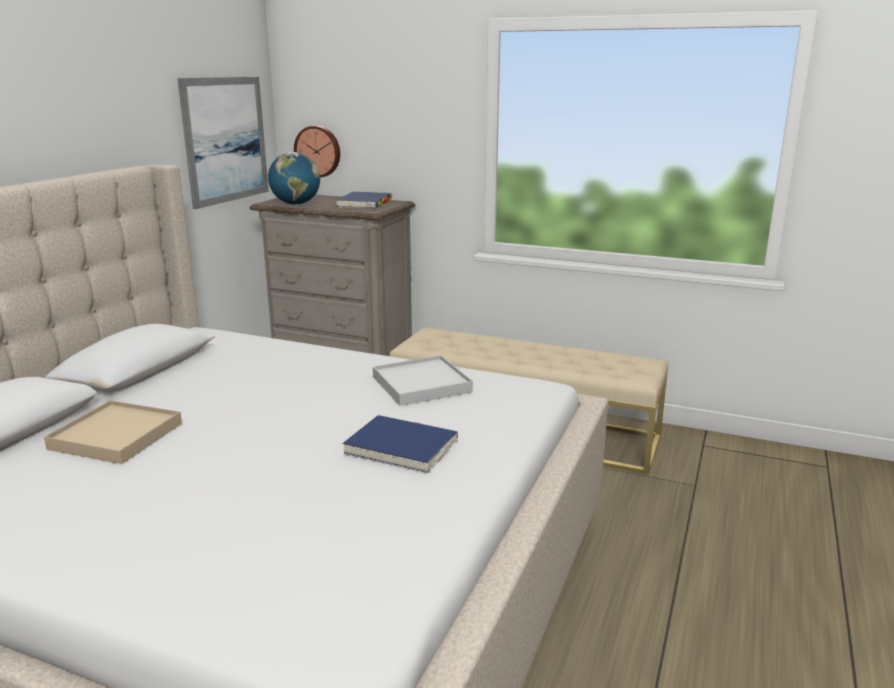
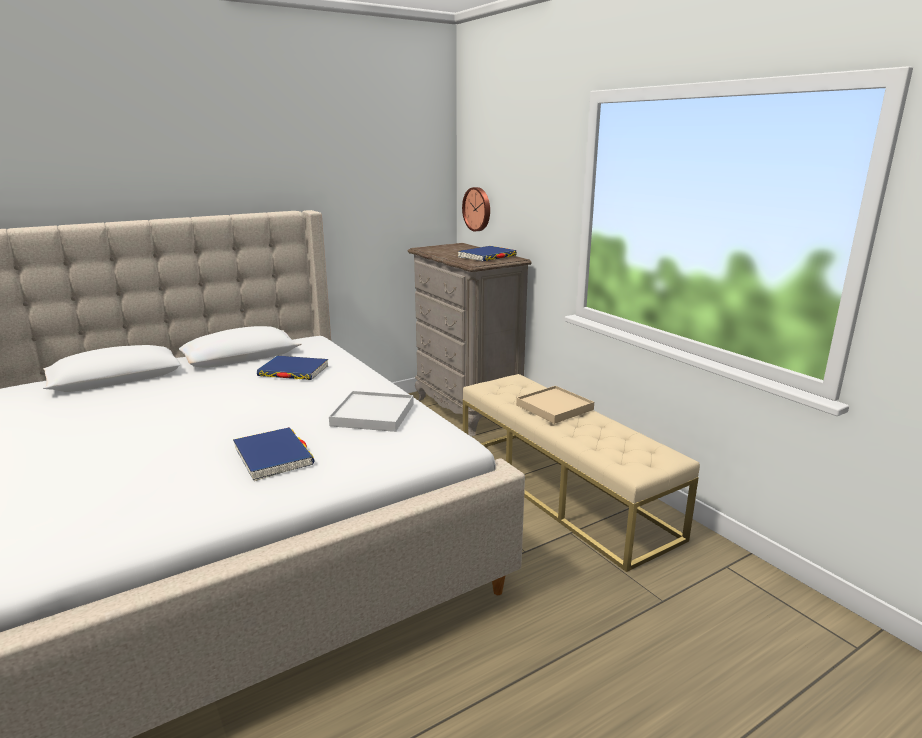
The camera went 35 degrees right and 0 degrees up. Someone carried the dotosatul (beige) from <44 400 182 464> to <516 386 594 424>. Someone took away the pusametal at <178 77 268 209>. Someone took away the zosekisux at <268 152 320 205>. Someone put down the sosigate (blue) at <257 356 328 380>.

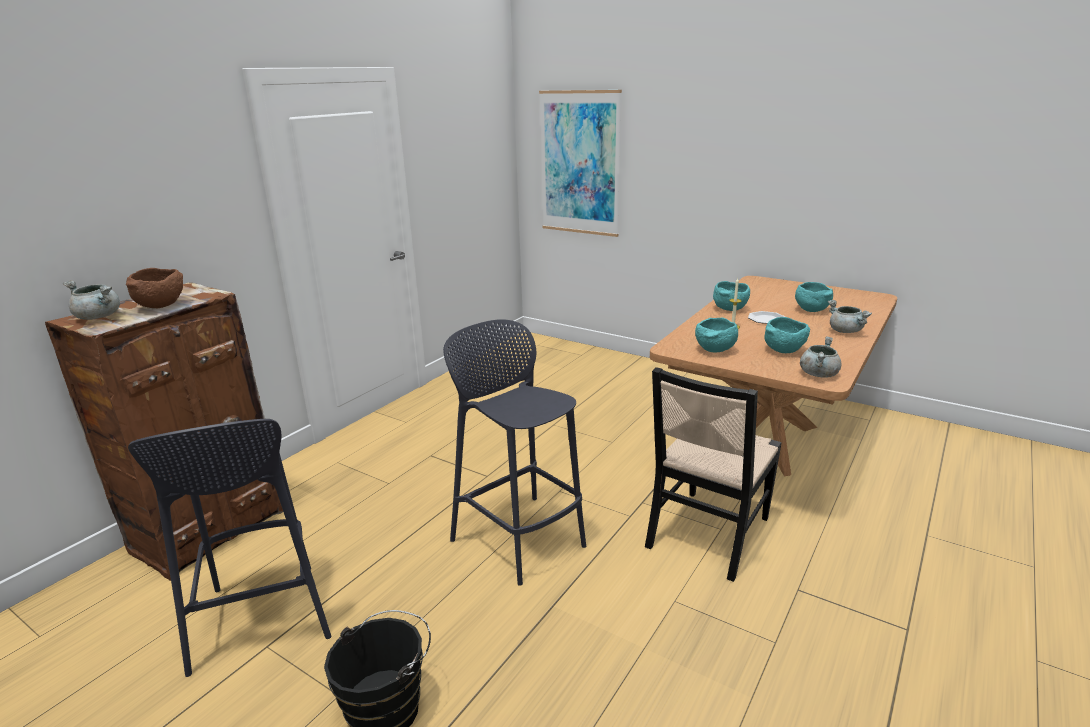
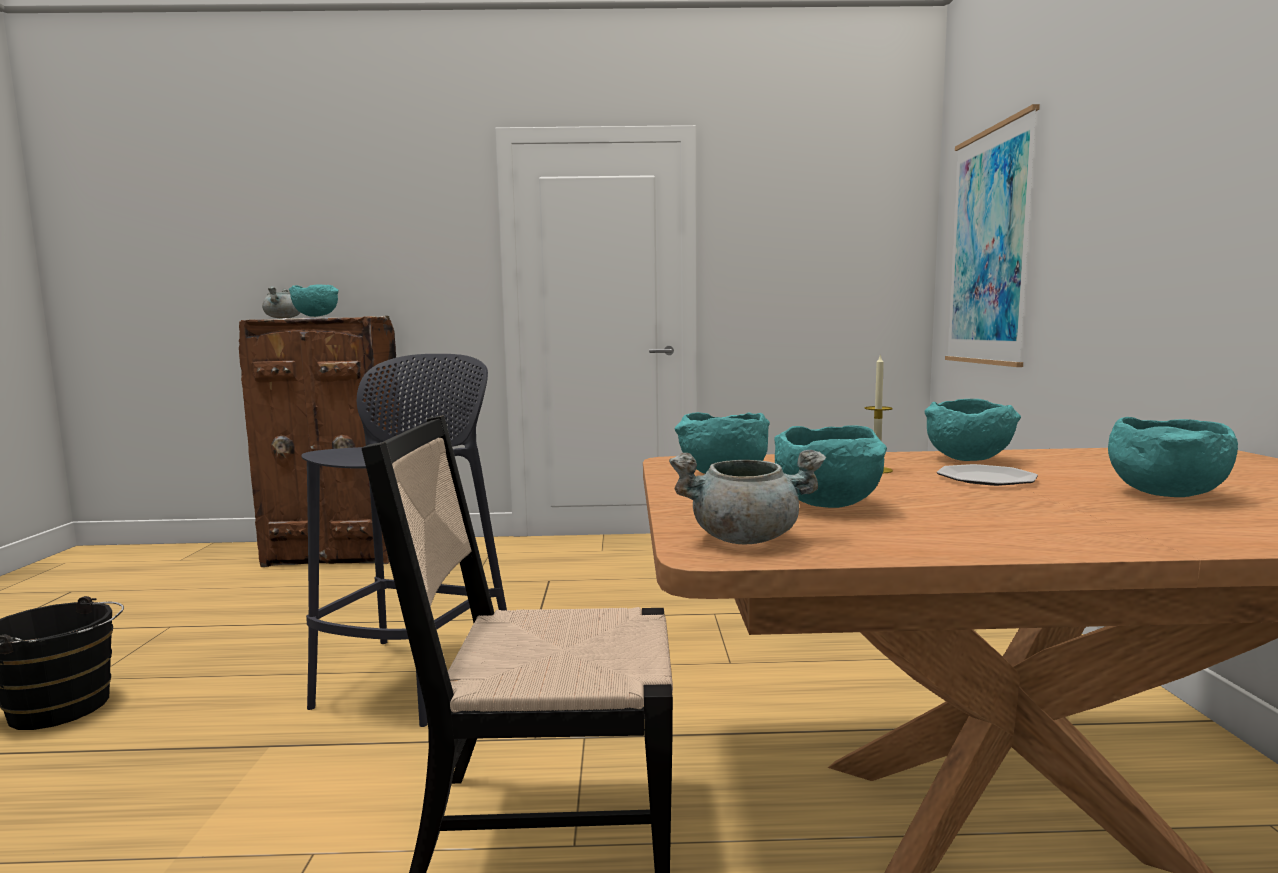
The camera went 55 degrees right and 15 degrees down. Someone repainted the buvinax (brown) at <126 268 183 308>, which became the buvinax (turquoise) at <289 285 339 317>. Someone took away the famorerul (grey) at <128 419 331 677>. Someone took away the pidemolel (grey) at <828 300 872 333>.

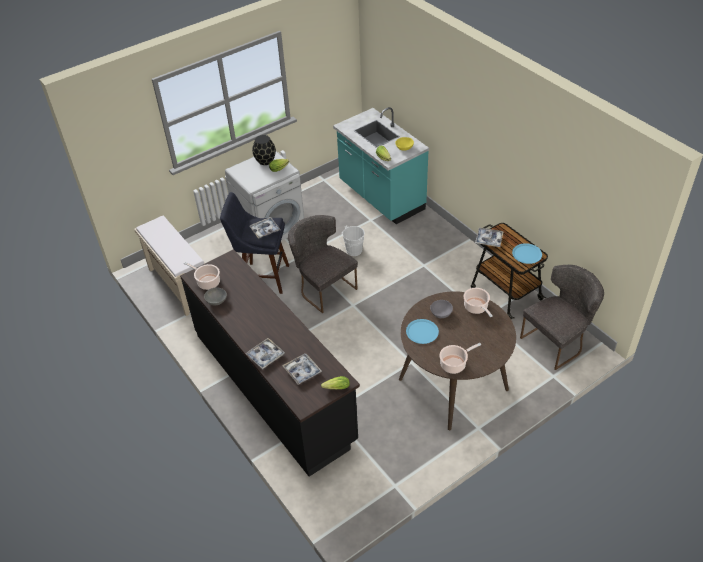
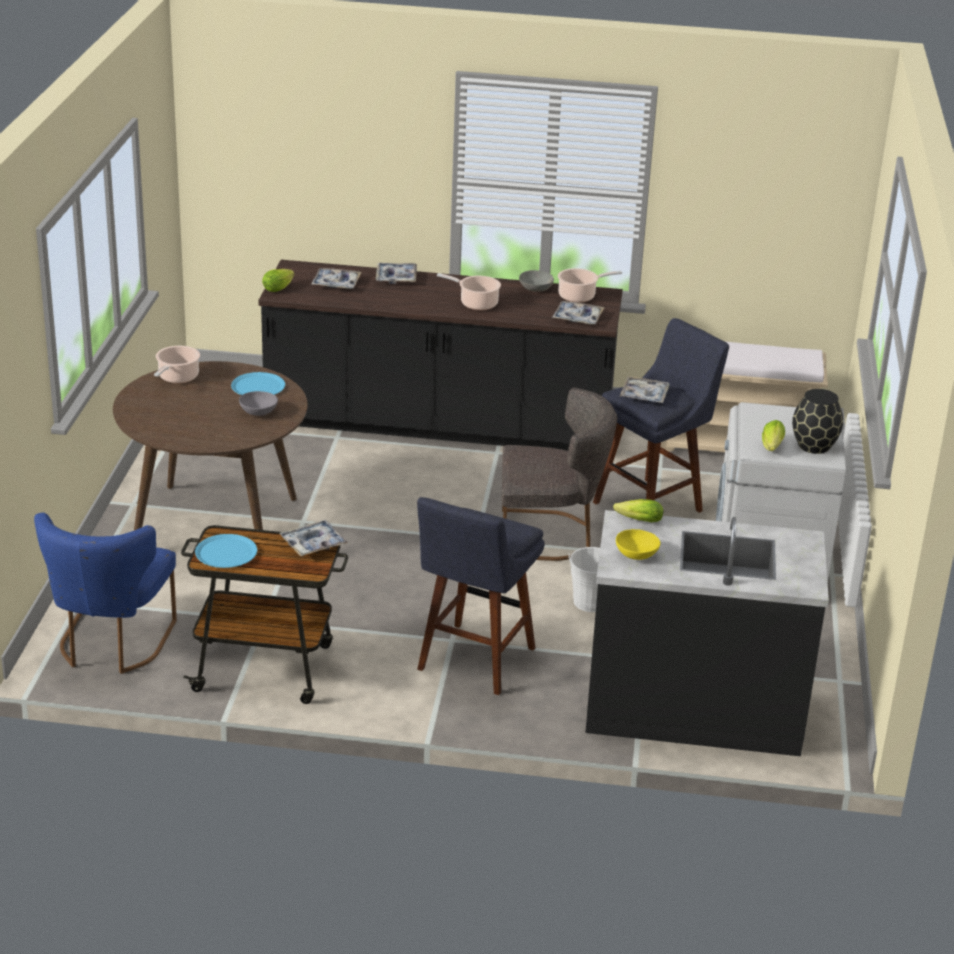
The camera went 130 degrees right and 15 degrees down. Someone repainted the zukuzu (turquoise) at <333 107 429 224>, which became the zukuzu (black) at <585 510 829 756>. Someone carried the pidemolel from <464 288 493 317> to <437 273 501 310>. Someone repainted the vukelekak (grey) at <520 265 604 370>, which became the vukelekak (blue) at <34 513 177 674>. Someone put down the famorerul (blue) at <417 497 545 695>. Someone put down the dotosatul at <552 301 604 324>.

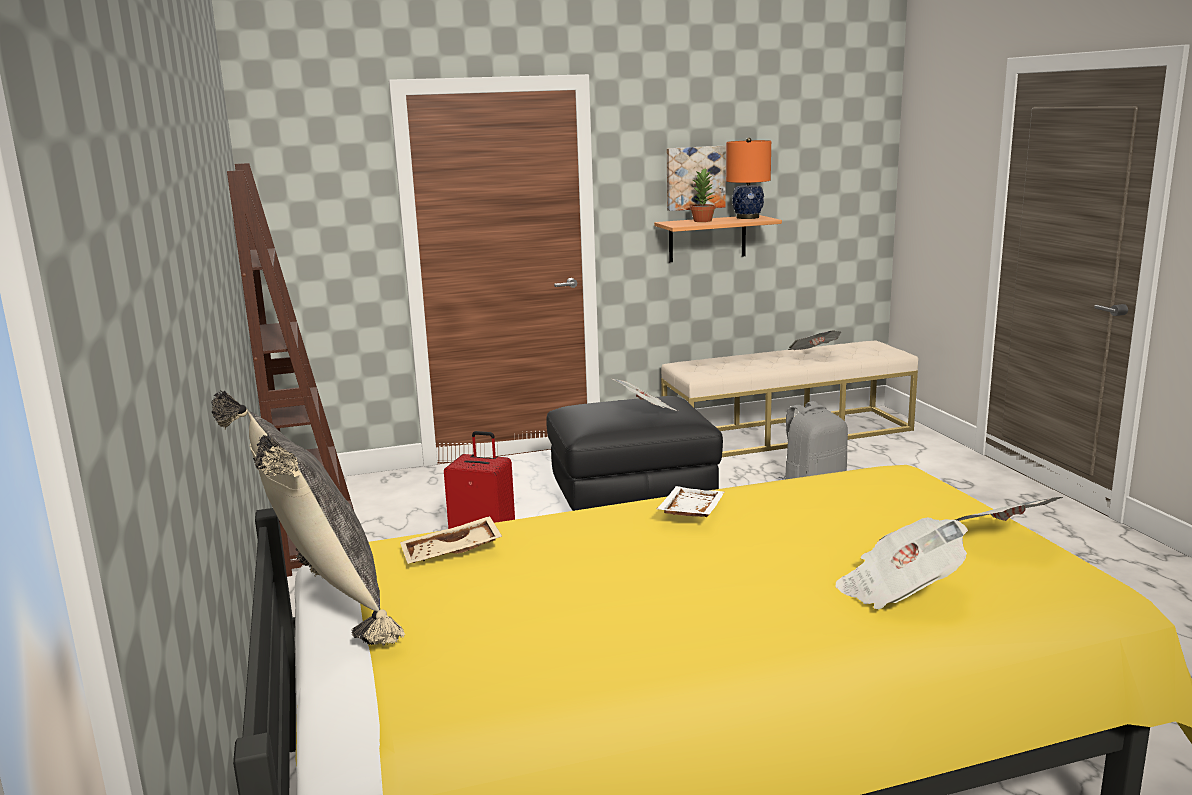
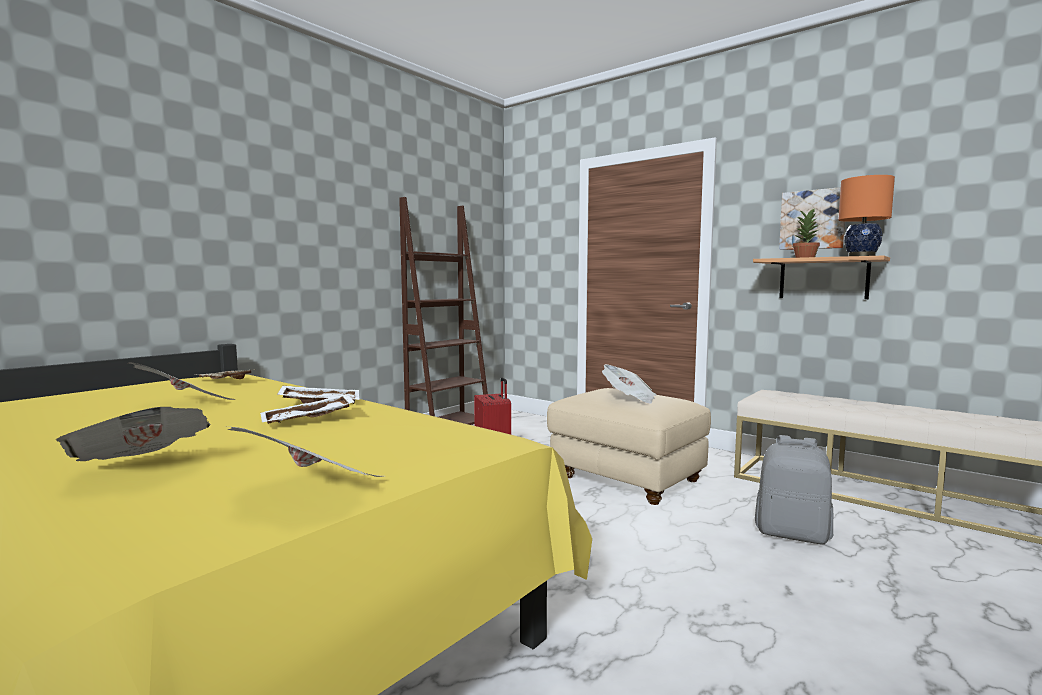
The camera went 55 degrees right and 10 degrees down. Someone took away the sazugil at <212 391 405 646>. Someone repainted the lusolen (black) at <546 396 723 511>, which became the lusolen (beige) at <547 388 711 505>. Someone carried the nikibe from <788 331 842 350> to <129 363 236 400>. Someone put down the dotosatul (white) at <260 394 355 424>.

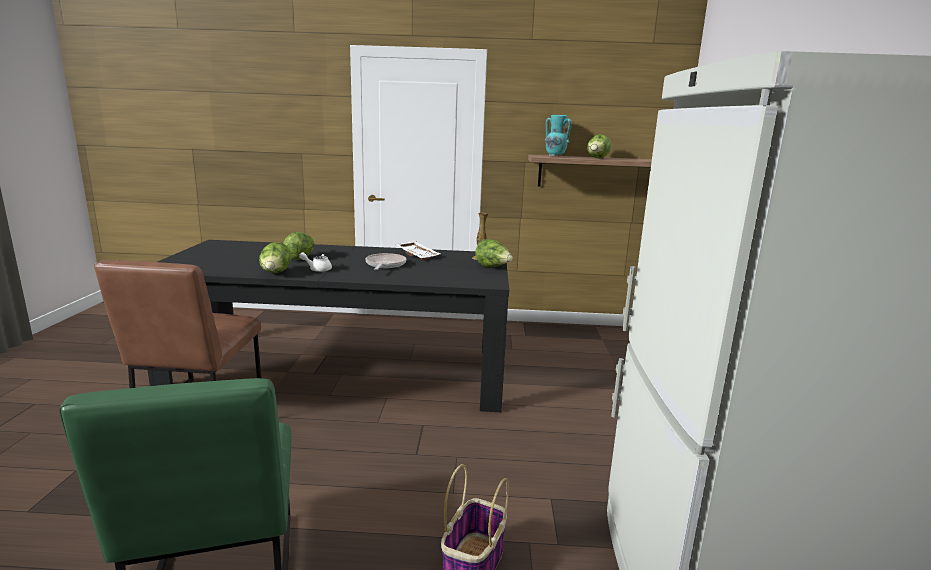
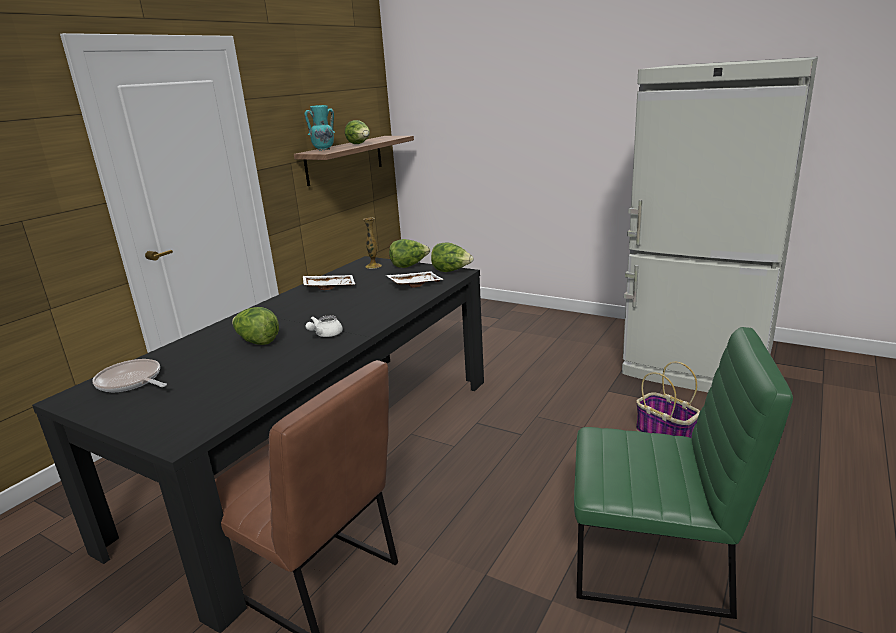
The camera went 60 degrees left and 5 degrees up. Someone carried the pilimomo from <259 242 291 273> to <431 242 473 272>. Someone carried the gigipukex from <365 253 406 270> to <92 359 167 392>. Someone put down the dotosatul (white) at <386 271 444 288>.

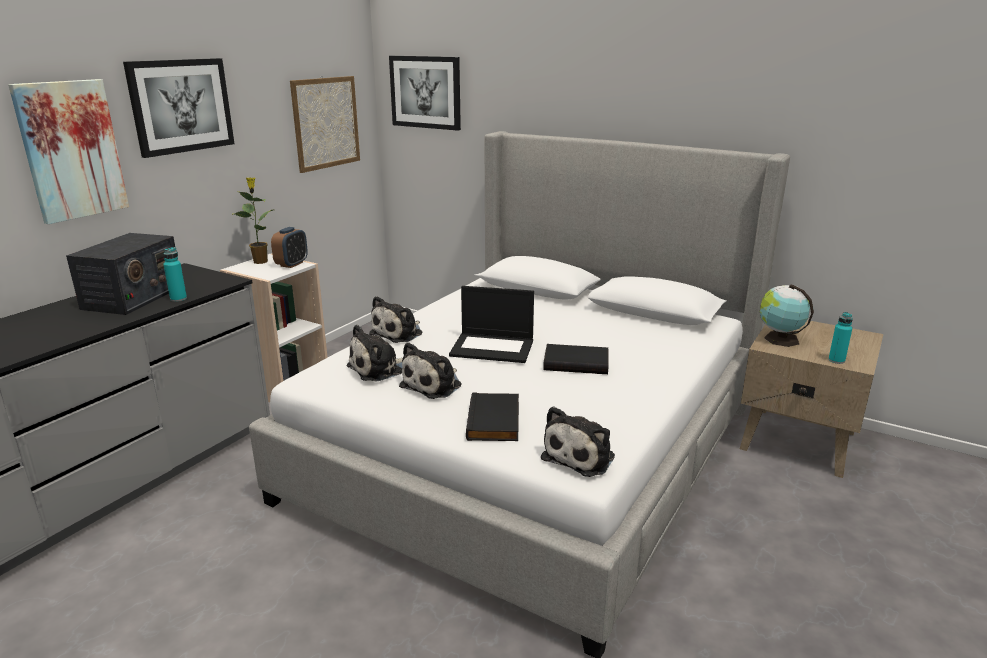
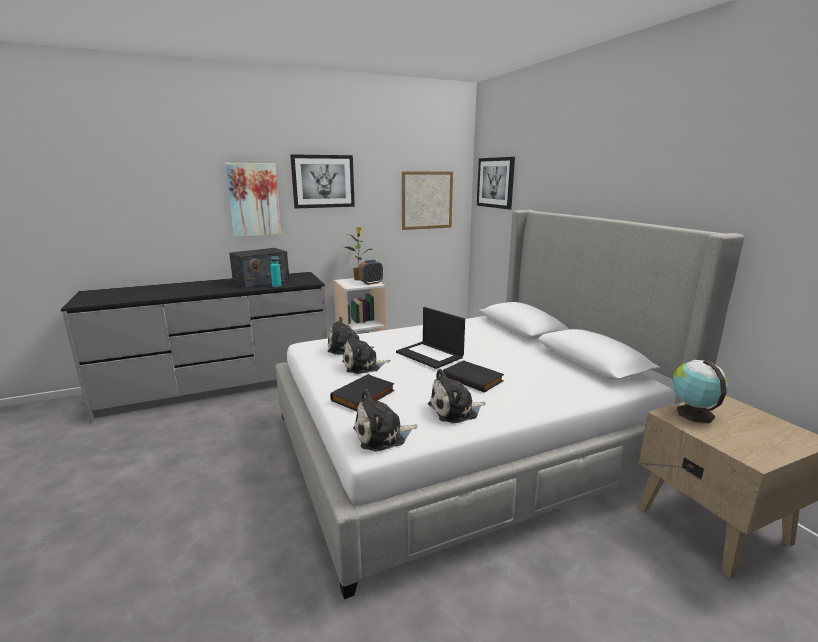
The camera went 35 degrees right and 5 degrees down. Someone carried the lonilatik from <369 296 422 343> to <428 369 486 423>. Someone took away the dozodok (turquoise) at <828 312 853 364>.

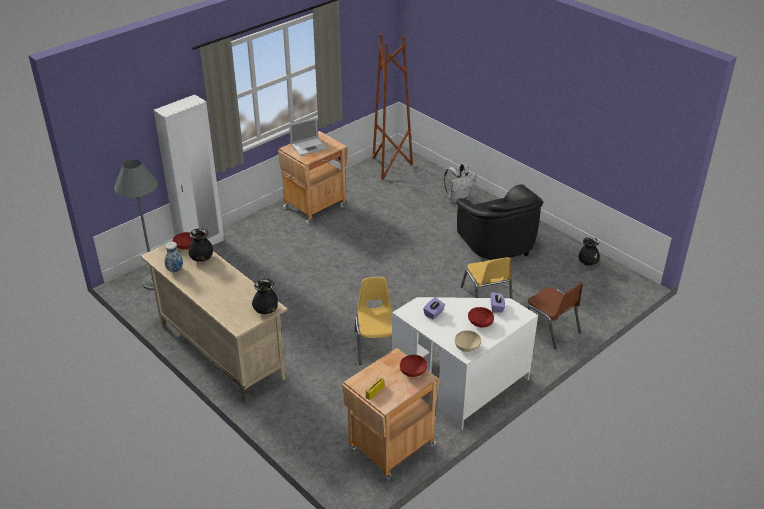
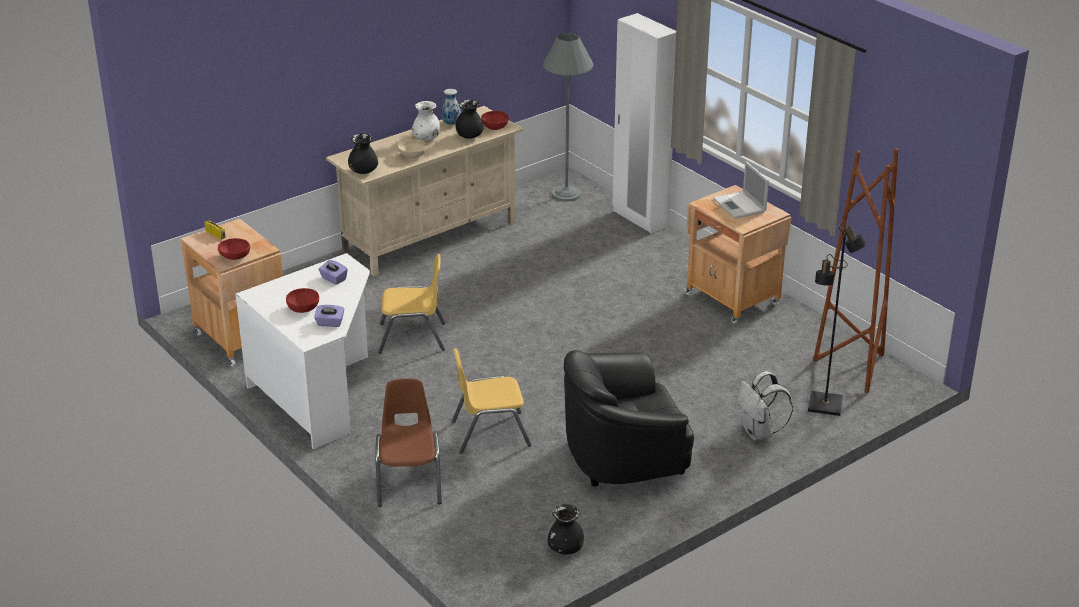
The camera went 95 degrees right and 5 degrees down. Someone carried the buvinax (beige) from <455 330 481 352> to <398 139 427 158>. Someone rotated the vukelekak (brown) at <527 283 583 349> by 120 degrees clockwise. Someone put down the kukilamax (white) at <412 101 440 140>. Someone put down the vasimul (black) at <808 223 866 416>.

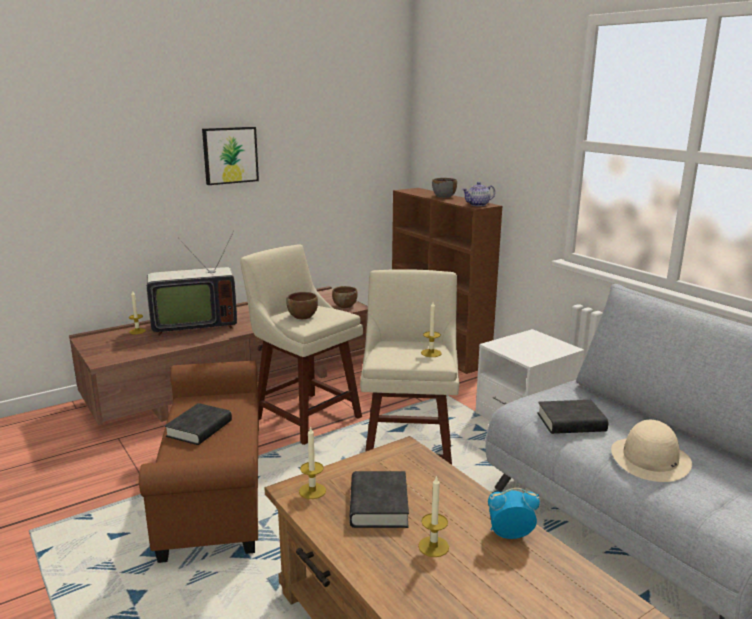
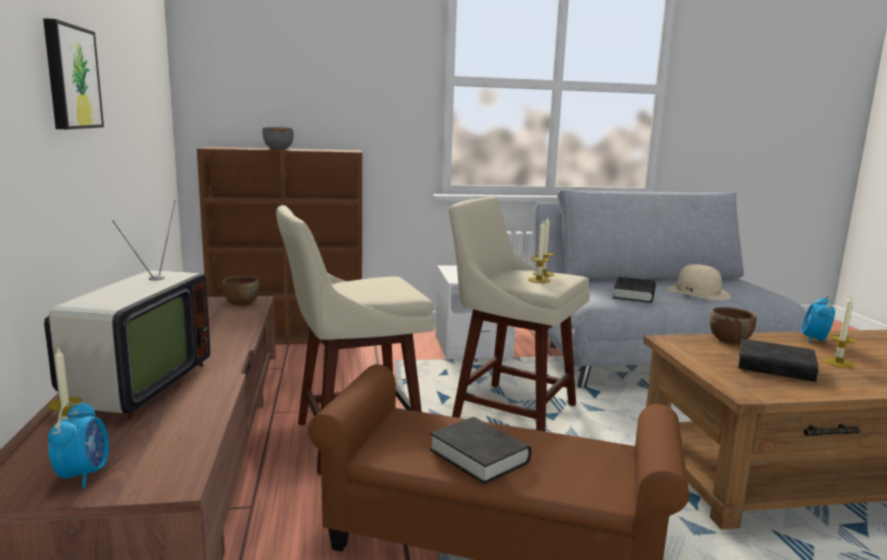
The camera went 65 degrees left and 5 degrees down. Someone carried the buvinax (brown) from <287 292 318 319> to <710 307 757 344>. Someone carried the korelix from <299 426 326 499> to <528 222 550 283>. Someone took away the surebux at <462 182 495 206>. Someone put down the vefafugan at <48 402 109 488>.

